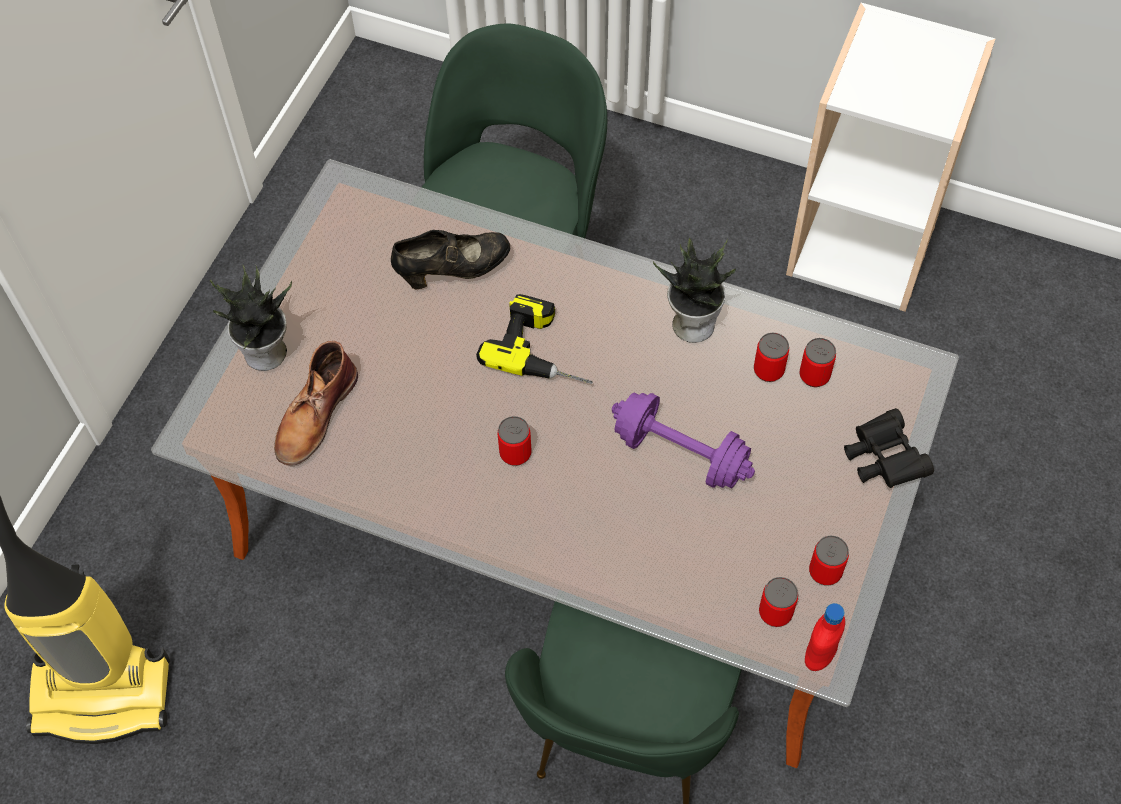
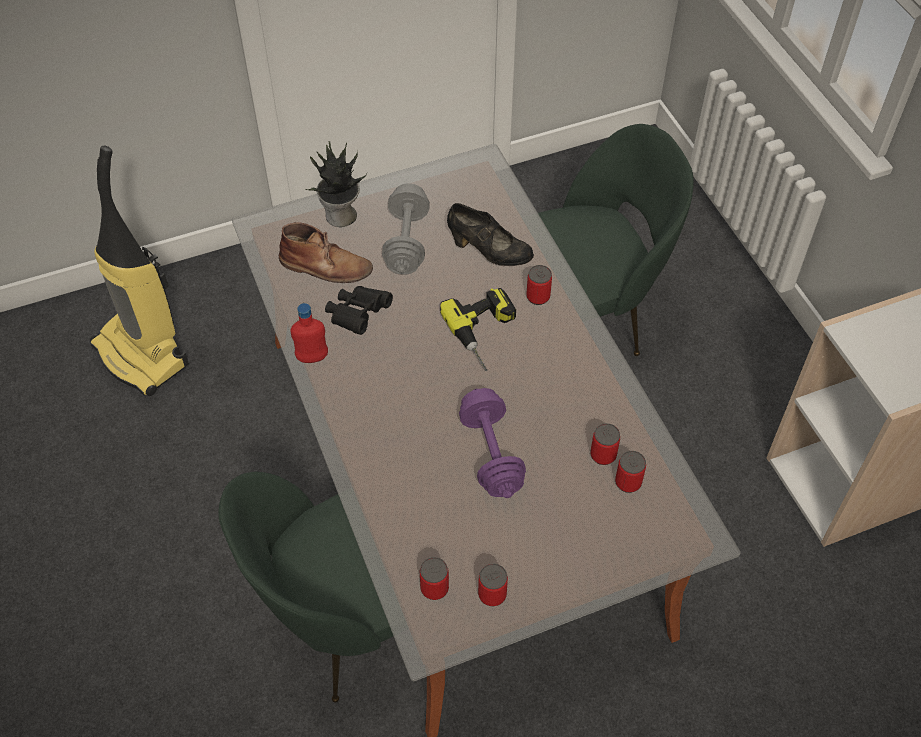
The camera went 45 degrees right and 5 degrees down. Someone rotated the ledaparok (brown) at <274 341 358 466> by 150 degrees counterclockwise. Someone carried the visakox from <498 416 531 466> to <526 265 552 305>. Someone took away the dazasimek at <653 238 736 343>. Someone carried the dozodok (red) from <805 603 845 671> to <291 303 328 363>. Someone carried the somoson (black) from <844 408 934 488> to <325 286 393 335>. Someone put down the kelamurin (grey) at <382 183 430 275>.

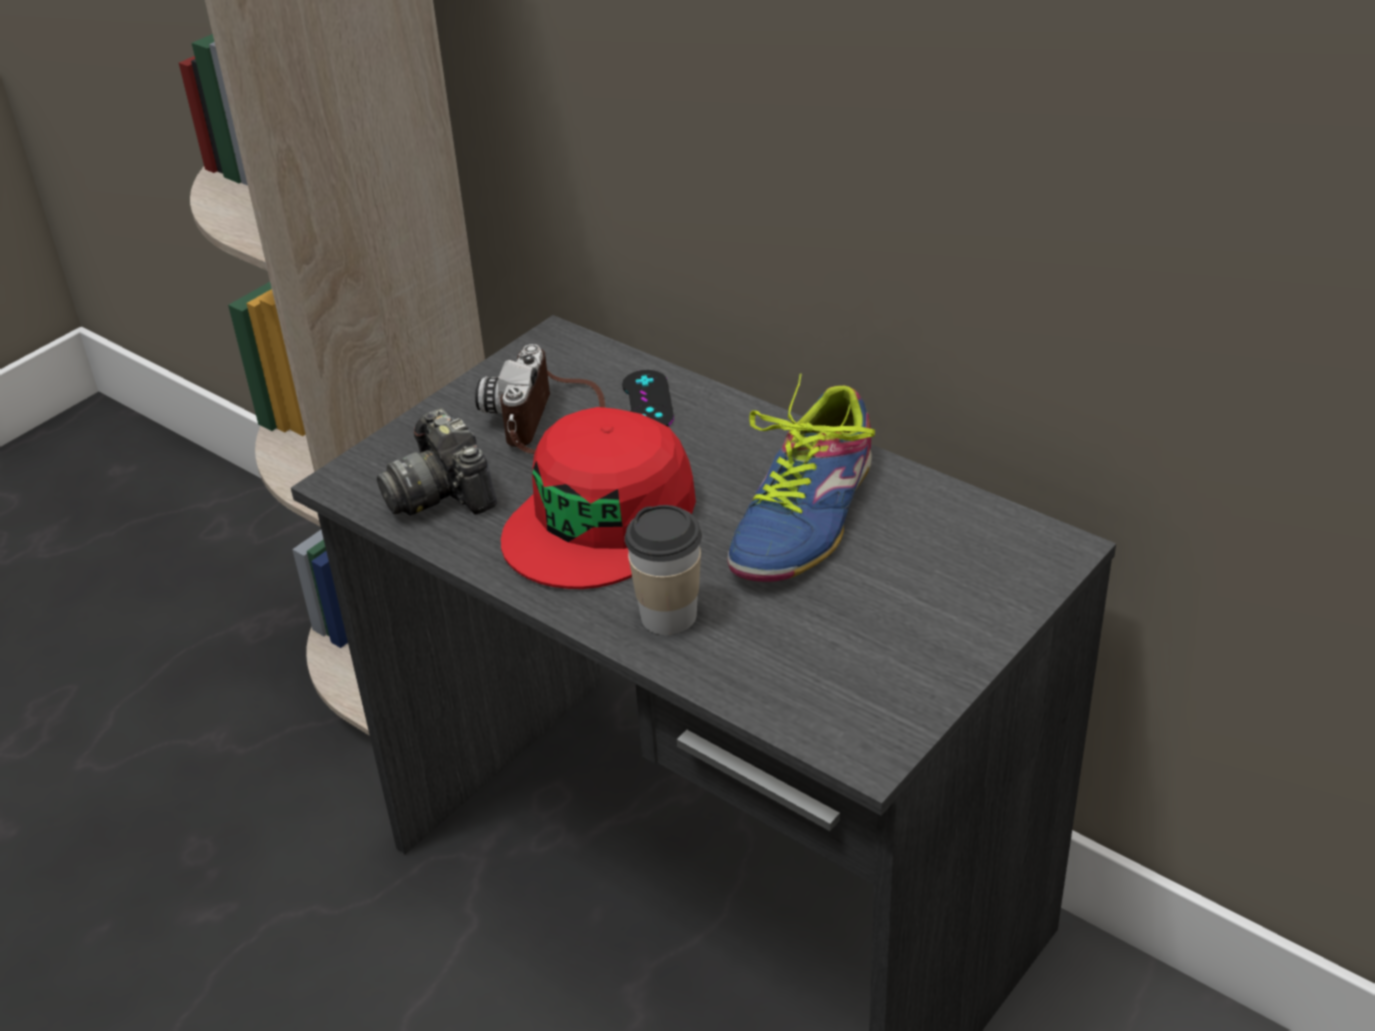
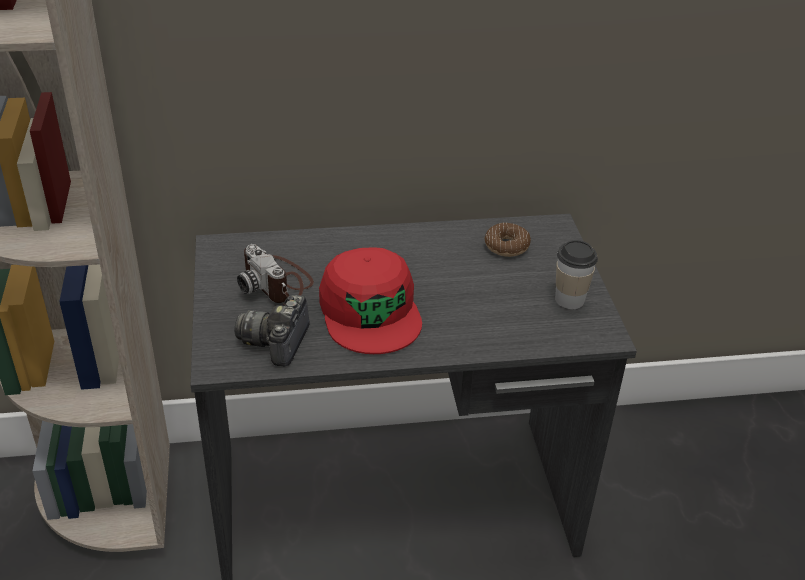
The camera went 50 degrees left and 0 degrees up. Someone rotated the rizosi at <377 408 497 516> by 90 degrees clockwise. Someone took away the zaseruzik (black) at <622 370 674 427>. Someone carried the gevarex from <625 505 702 635> to <555 240 598 309>. Someone took away the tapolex at <727 373 875 582>. Someone put down the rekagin at <484 223 531 257>.

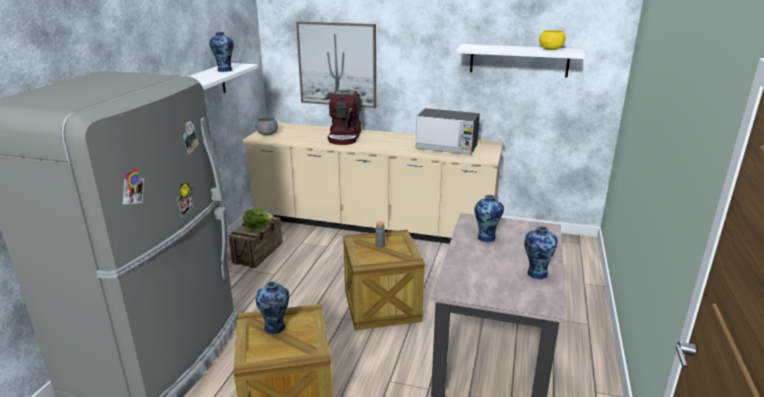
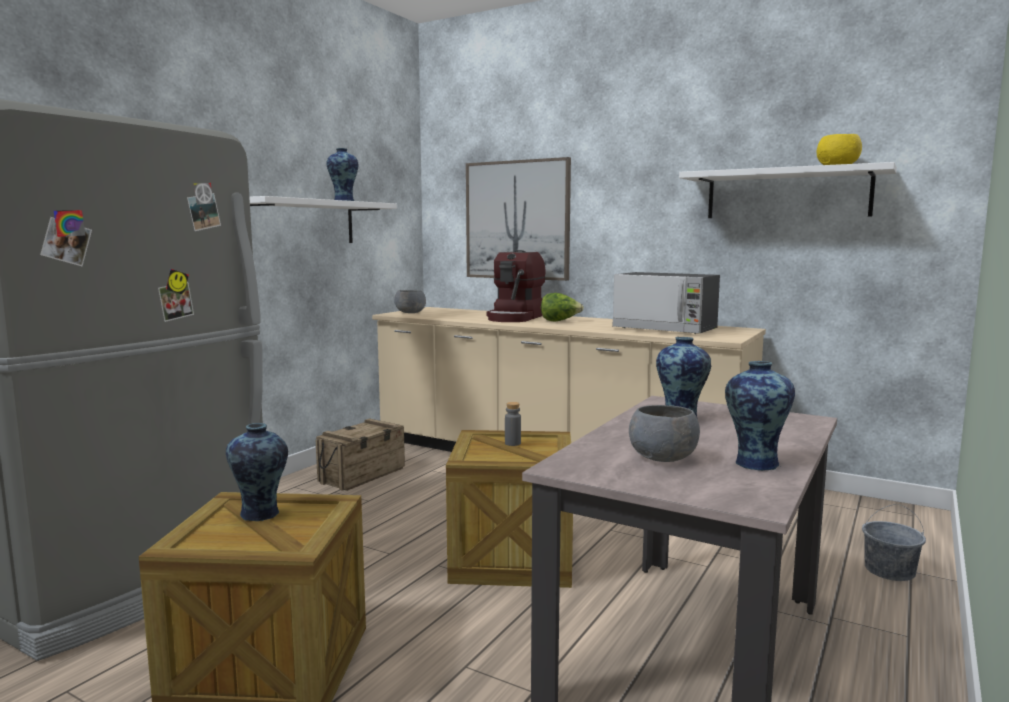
The camera went 15 degrees right and 15 degrees down. Someone carried the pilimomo from <243 209 274 229> to <541 293 584 322>. Someone put down the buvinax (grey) at <629 405 700 462>. Someone put down the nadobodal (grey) at <862 504 926 581>.

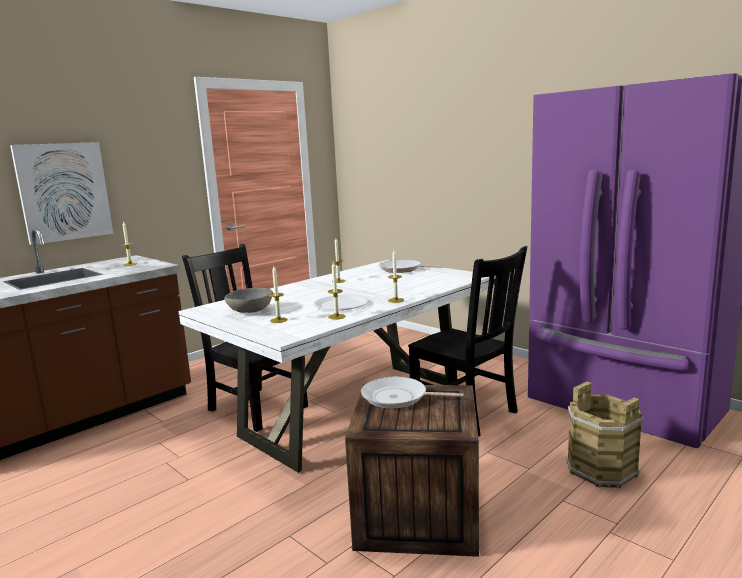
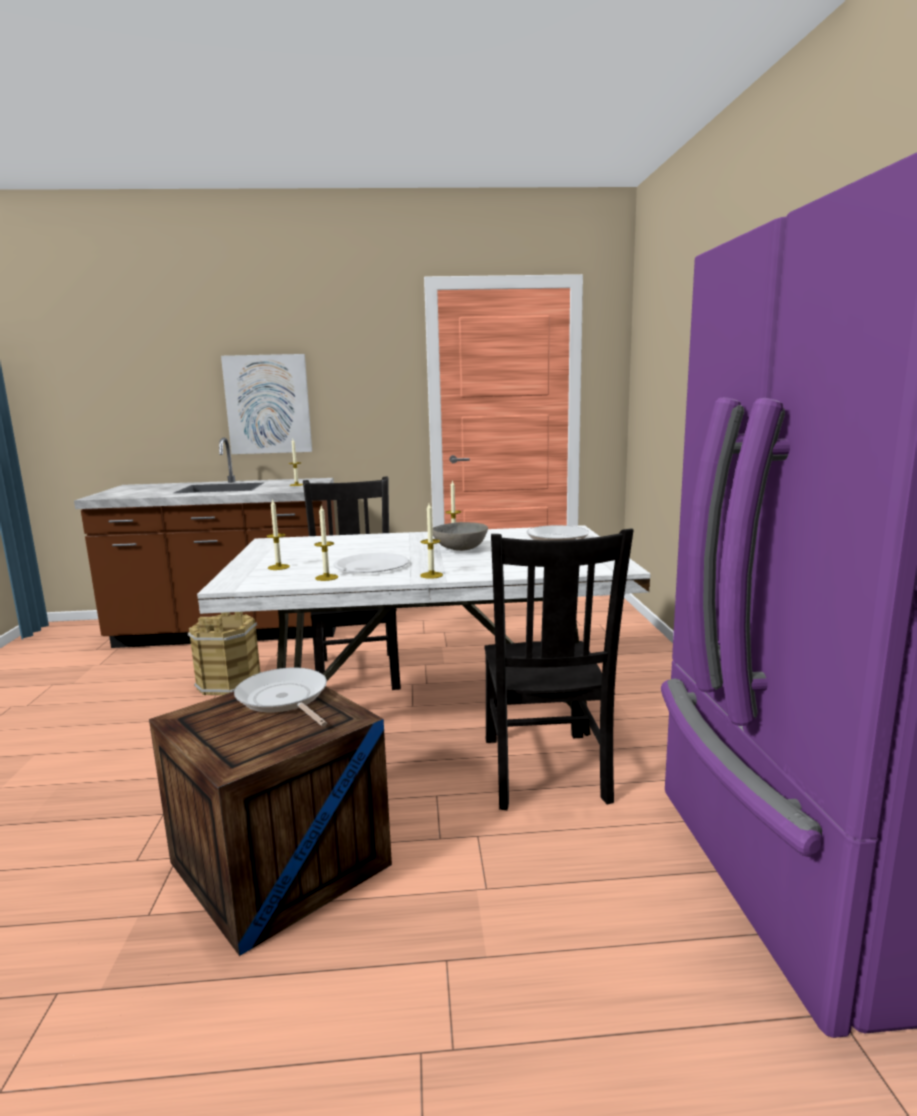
The camera went 40 degrees right and 0 degrees up. Someone carried the buvinax (grey) from <224 288 273 313> to <432 522 488 551>. Someone carried the nadobodal (brown) from <566 382 643 488> to <188 612 261 695>.

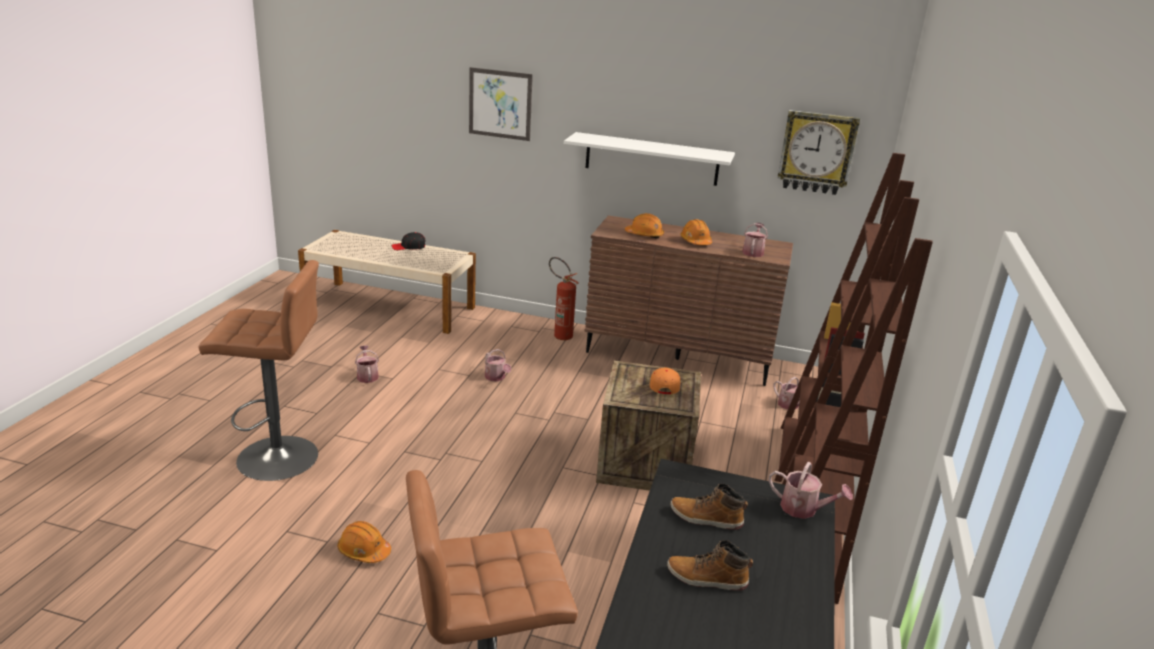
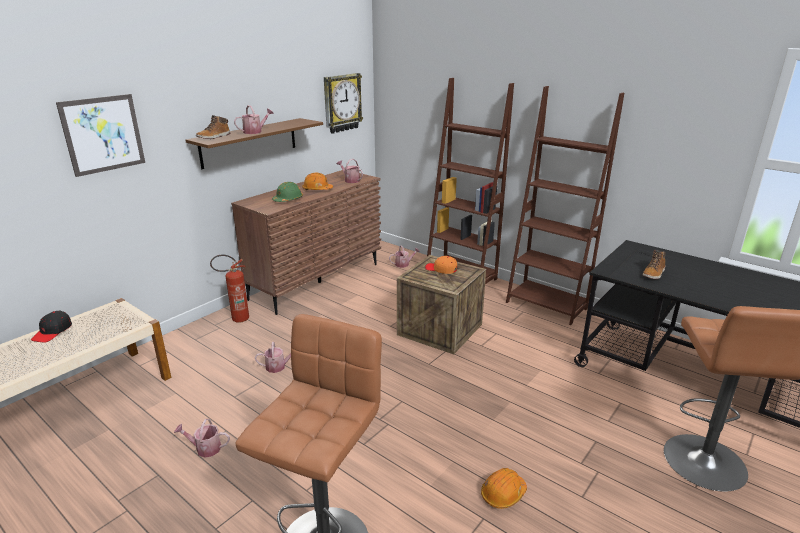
The camera went 65 degrees left and 0 degrees up. Someone repainted the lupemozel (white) at <564 132 735 186>, which became the lupemozel (brown) at <186 118 323 169>. Someone repainted the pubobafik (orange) at <625 213 664 239>, which became the pubobafik (green) at <272 182 303 202>. Someone carried the ledaparok from <667 540 753 591> to <196 115 230 139>. Someone carried the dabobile from <768 462 853 519> to <234 105 274 134>.

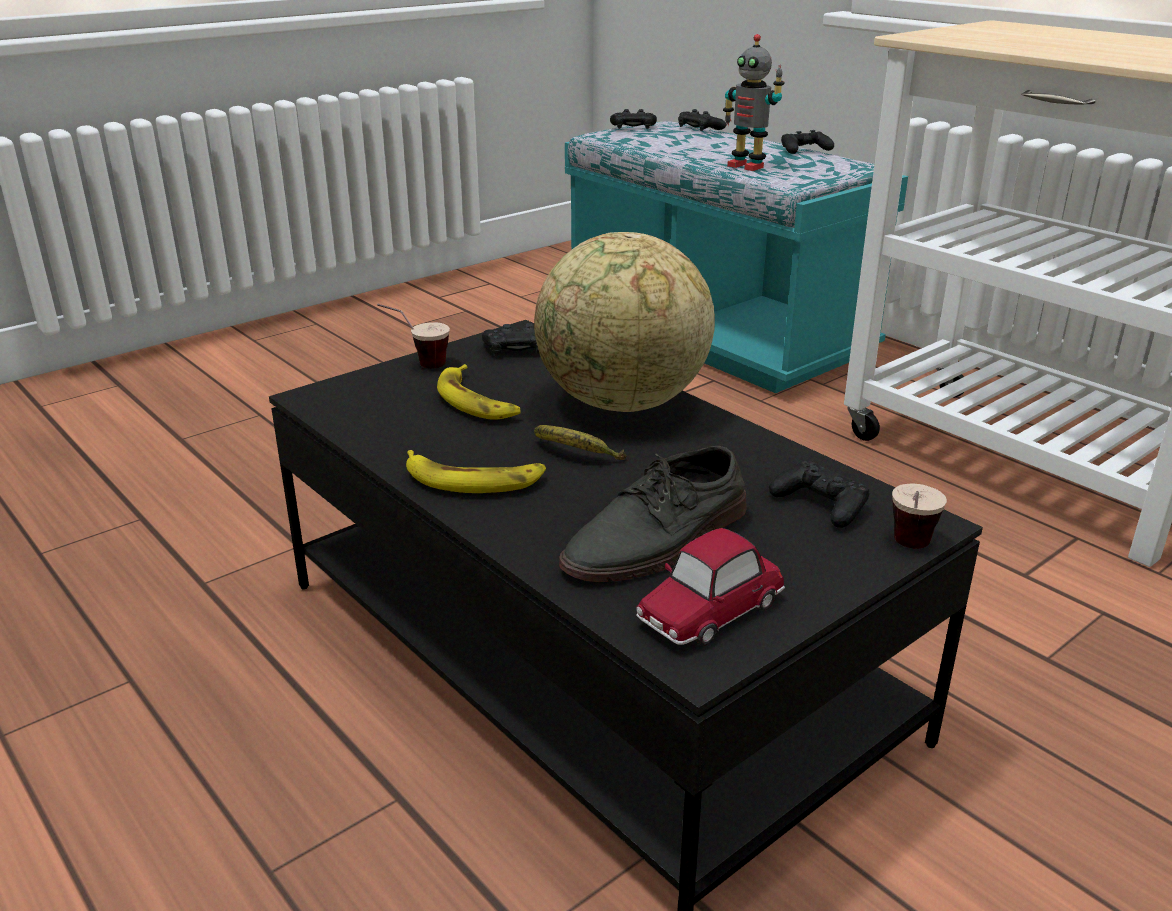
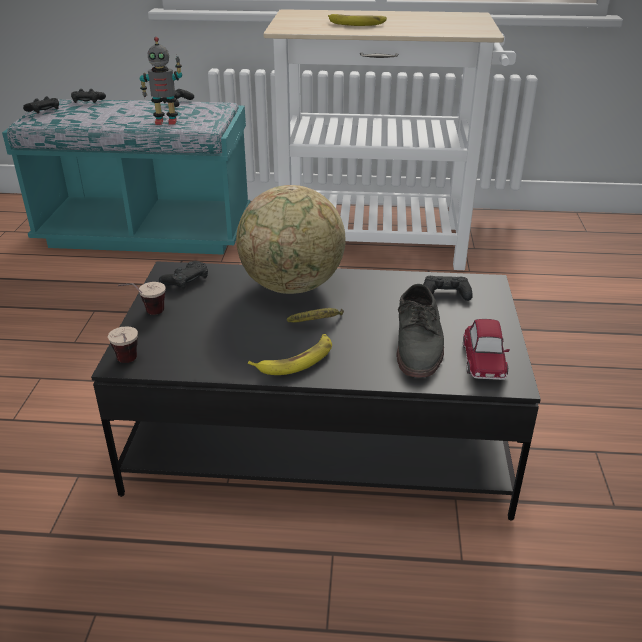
The camera went 45 degrees left and 5 degrees up. Someone carried the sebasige from <437 364 521 420> to <328 14 387 26>. Someone carried the gevarex from <892 484 947 549> to <108 326 138 363>.

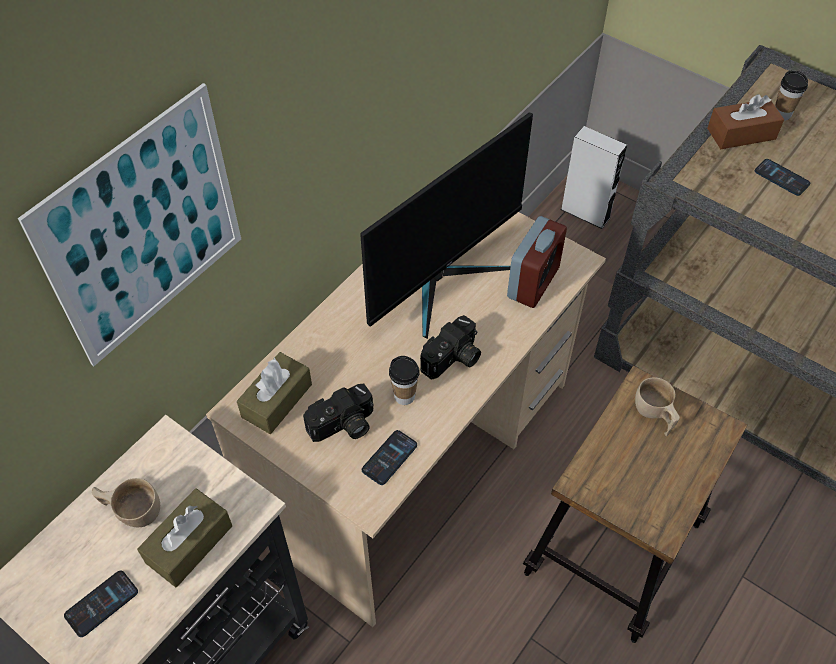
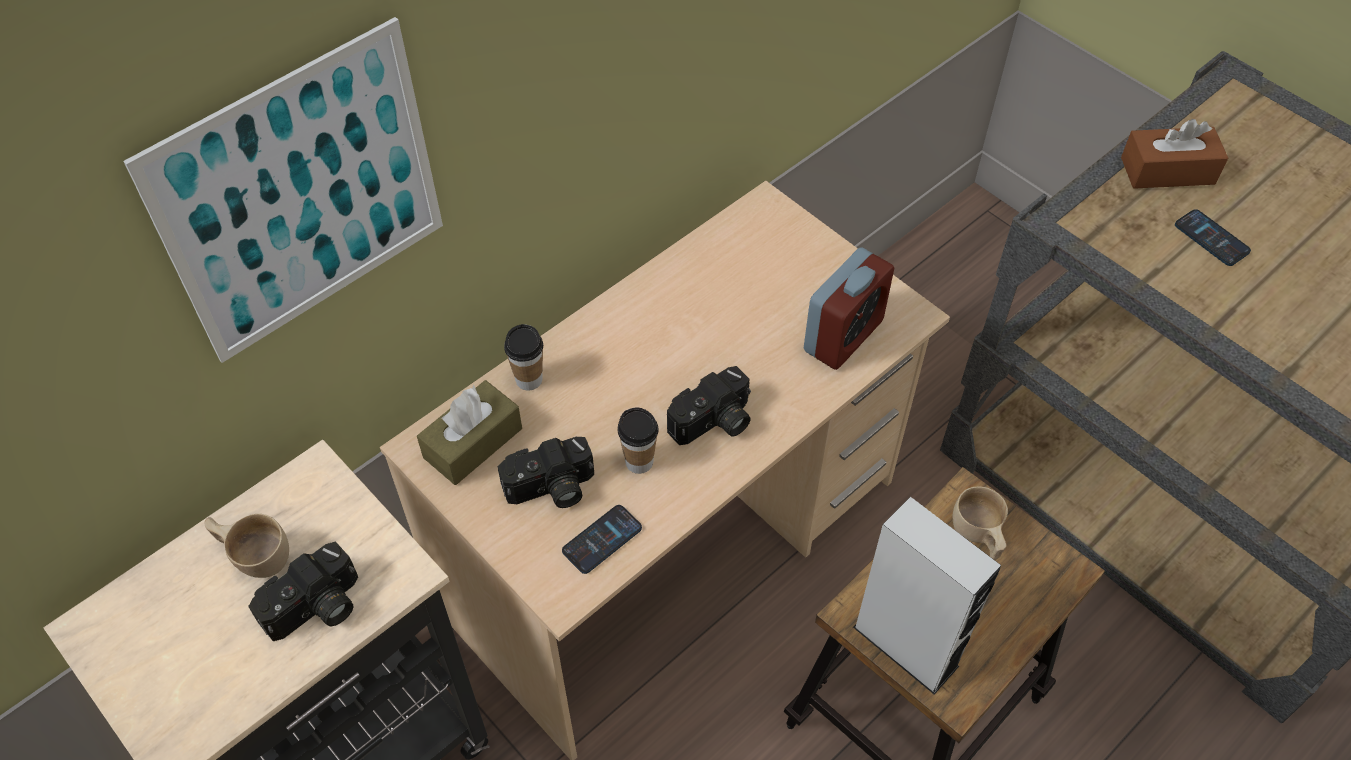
The camera went 10 degrees right and 0 degrees up. Someone took away the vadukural at <64 570 138 637>. Someone swapped the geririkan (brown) at <137 488 232 587> for the rizosi at <248 541 358 641>. Someone took away the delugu at <360 112 533 339>. Someone carried the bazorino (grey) from <560 126 627 229> to <853 497 1001 695>. Someone carried the gevarex from <775 70 808 121> to <504 324 543 391>.

